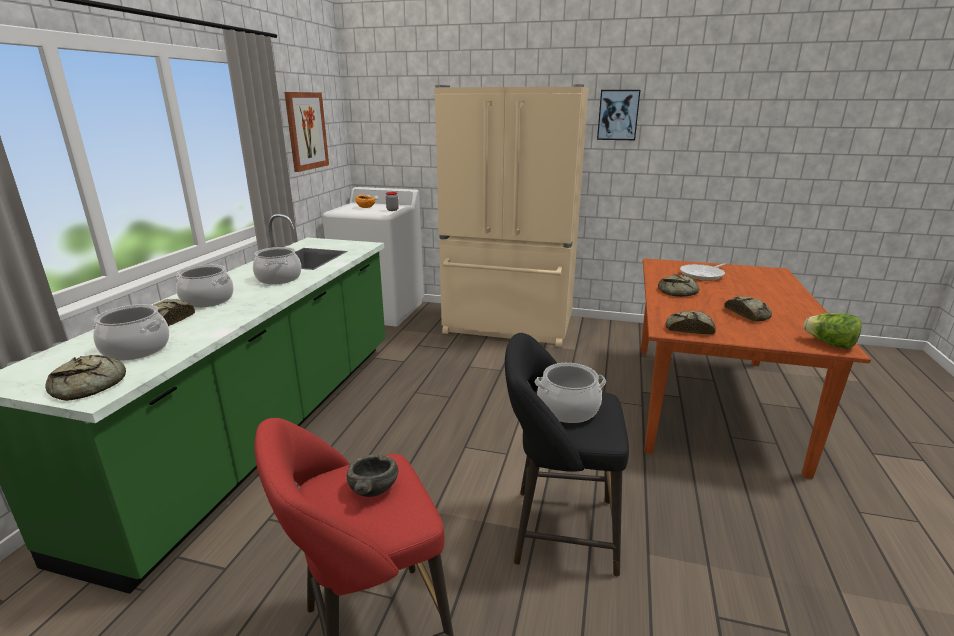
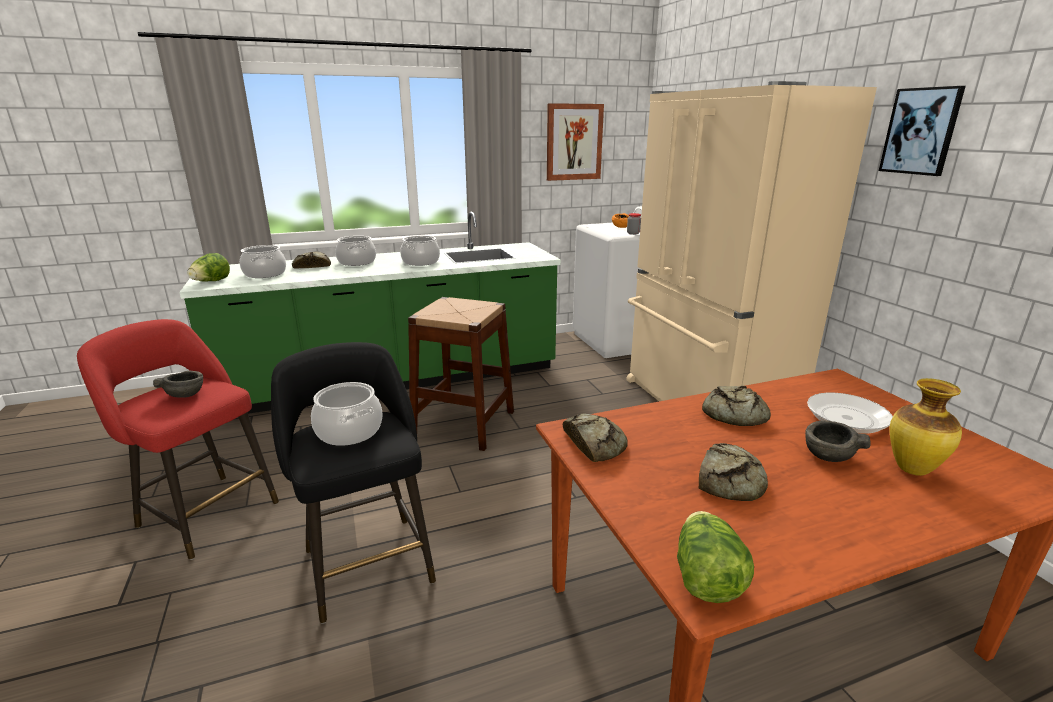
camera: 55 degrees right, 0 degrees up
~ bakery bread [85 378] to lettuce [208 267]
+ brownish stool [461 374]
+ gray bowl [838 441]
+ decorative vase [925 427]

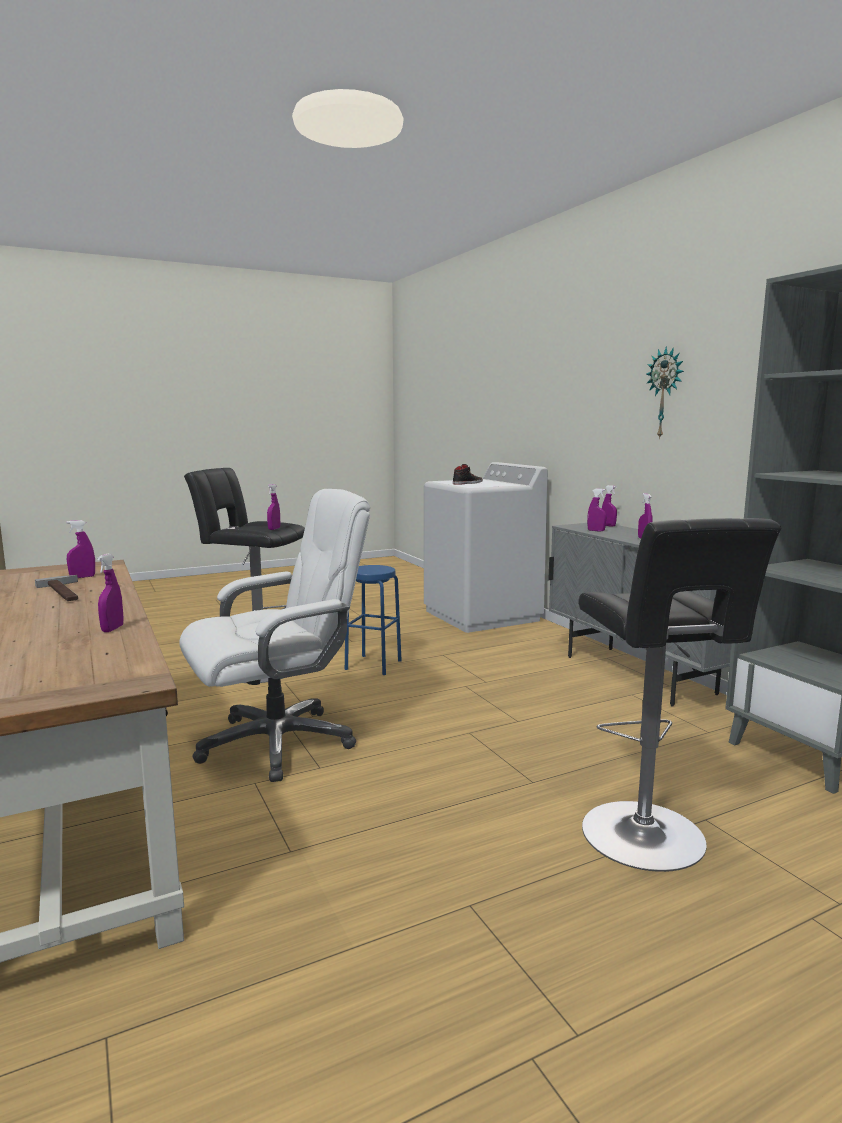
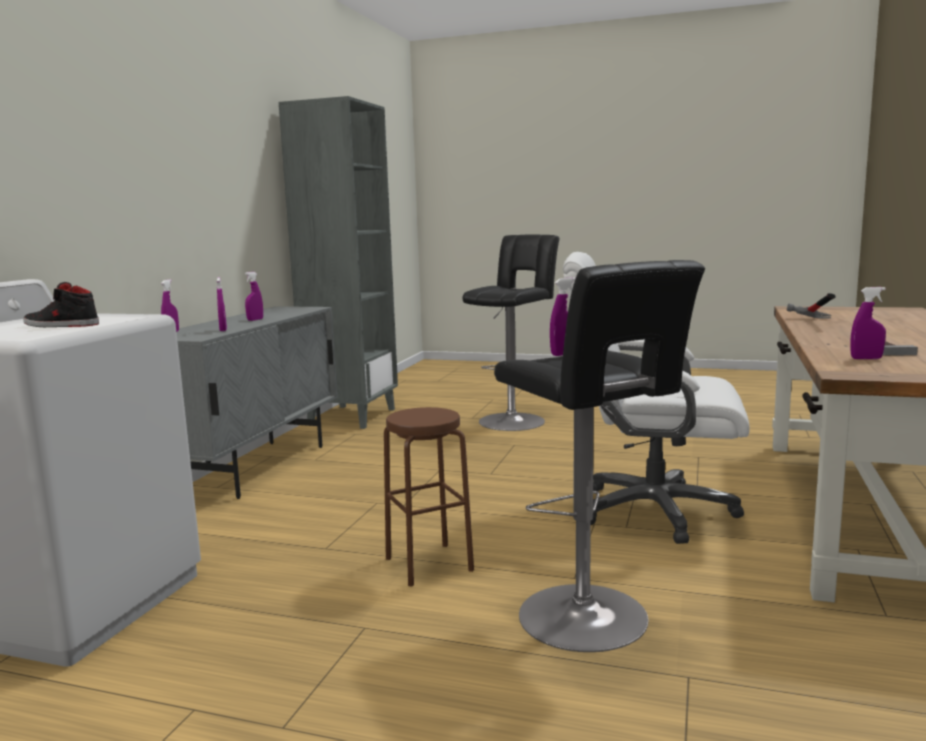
camera: 135 degrees left, 0 degrees up
~ blue-coloured stool [373 620] to brownish stool [429 497]
~ purple hand sprayer [110 593] to hammer [811 306]
- hanging clock [665 393]

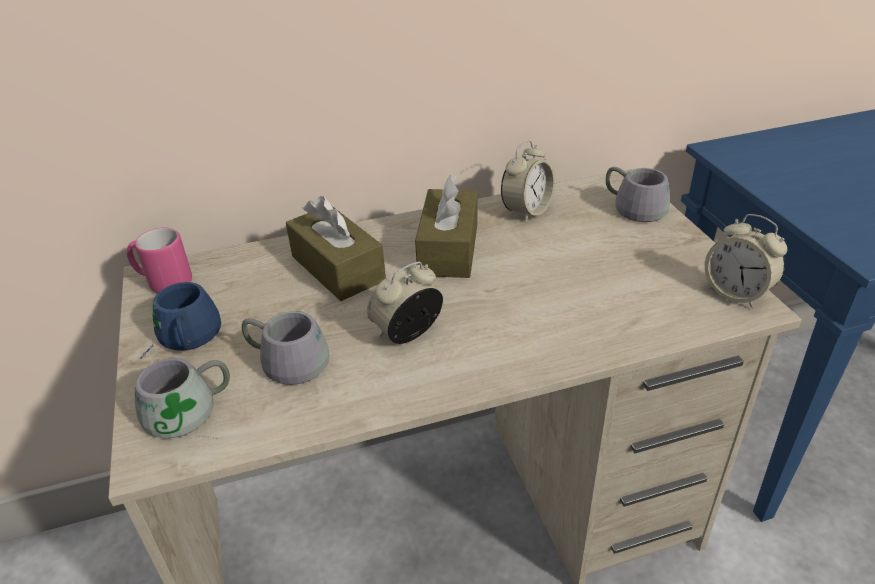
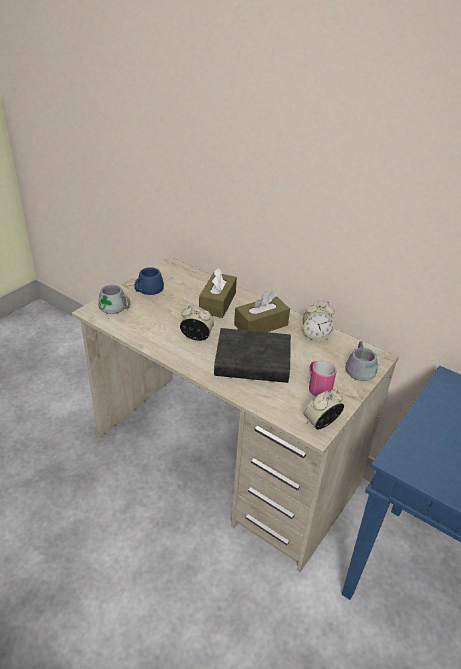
camera: 50 degrees right, 0 degrees up
+ blackish bound book [252 355]
~ alarm clock [746 261] = [324 409] 45 degrees clockwise
~ pinkish tea mug [159 260] to [323 378]
- gray tea mug [285 348]

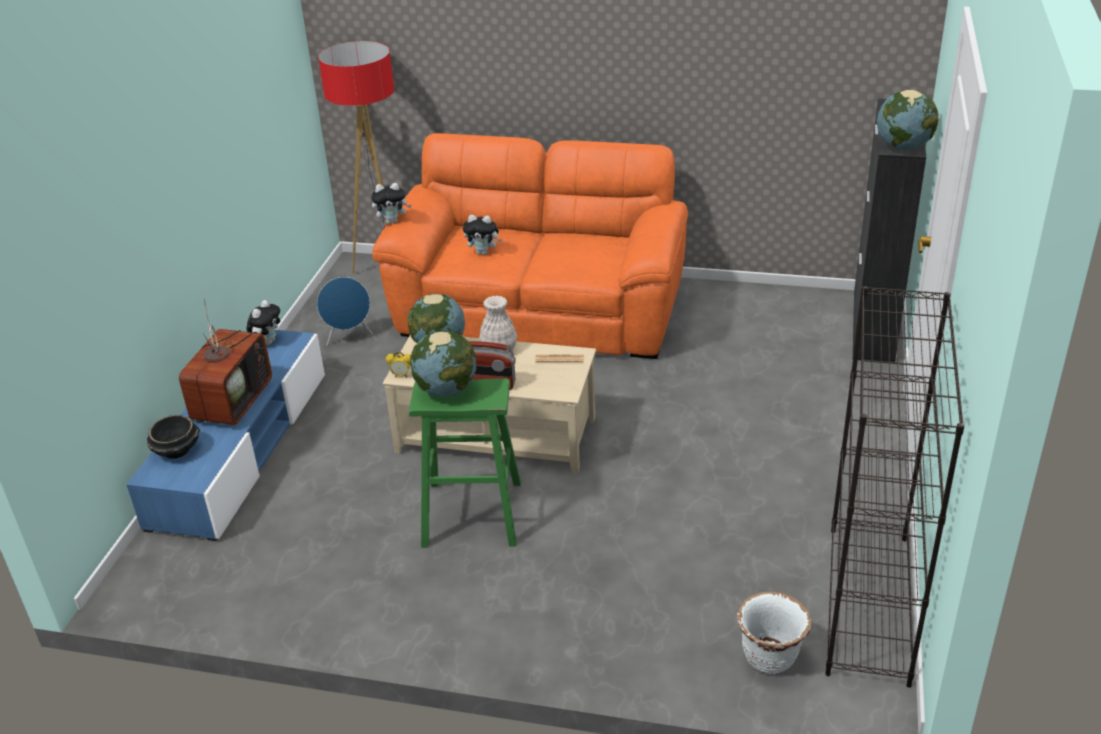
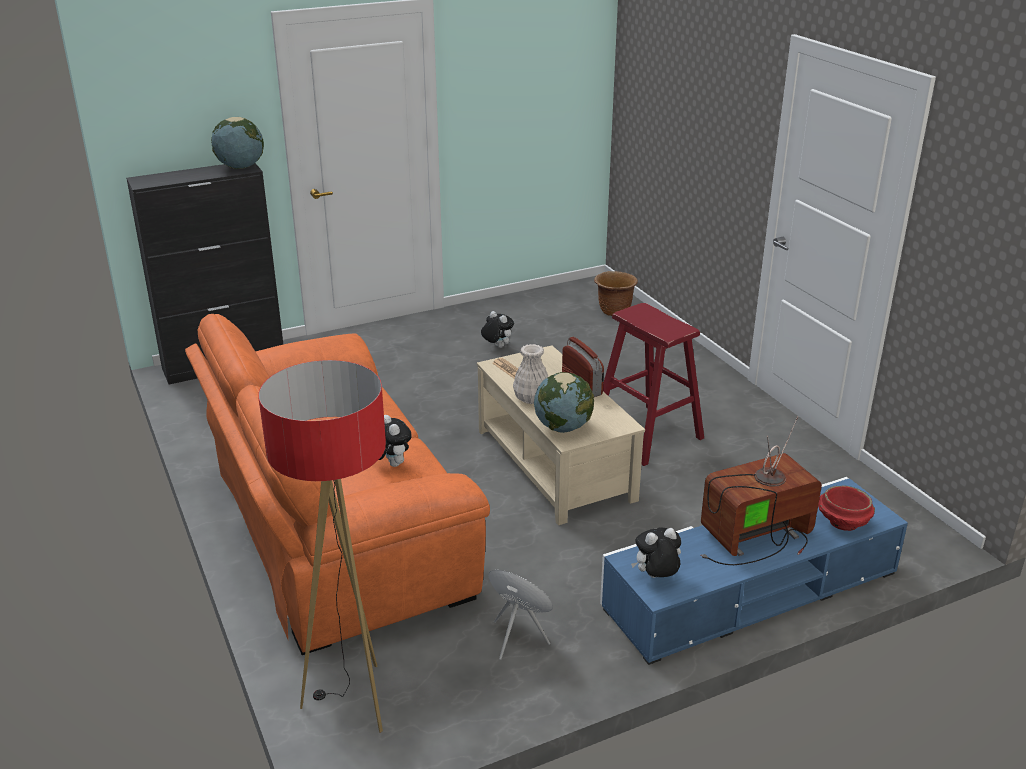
camera: 130 degrees left, 5 degrees down
~ soft toy [391 203] to [497 329]
~ white-coloured flower pot [774 632] to brownish flower pot [616 293]
~ greenish stool [465 463] to red stool [653 384]
~ blackish bowl [173 437] to red bowl [846 508]
- alarm clock [398 364]
- world globe [443 364]
- blackish bookcase [895 487]

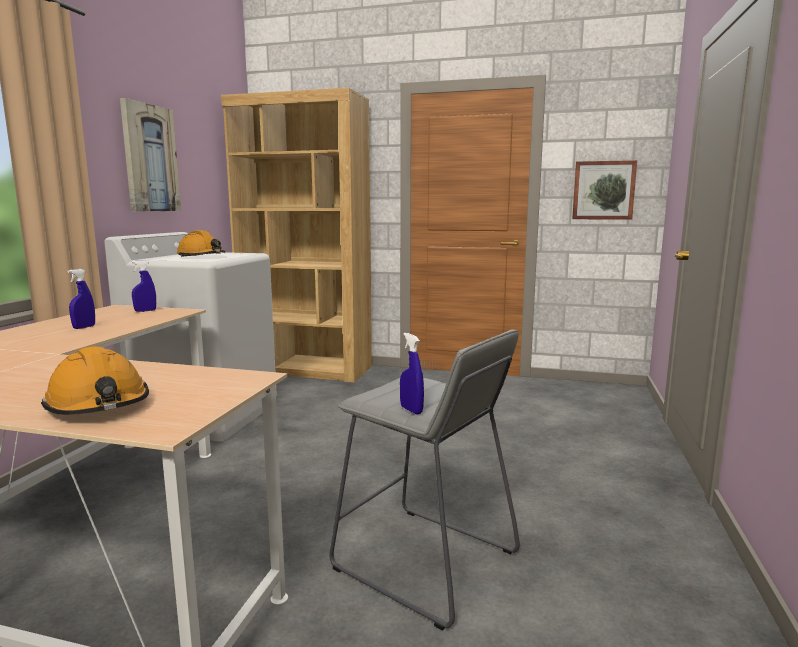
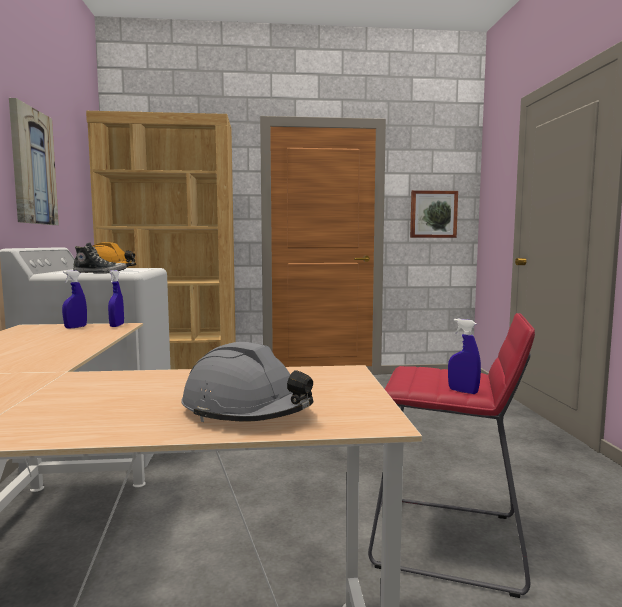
camera: 20 degrees left, 5 degrees down
+ low shoe [100 257]
~ blue-coloured hand sprayer [81 299] to [116 298]
~ orange work helmet [95 380] to gray work helmet [247 382]
~ gray stool [424 479] to red stool [451 455]

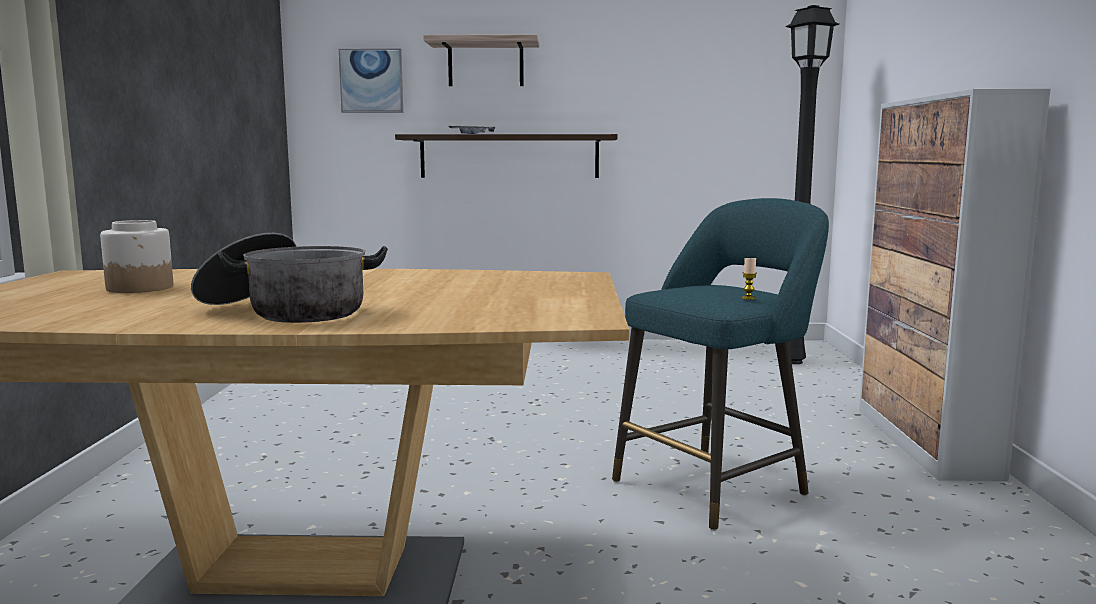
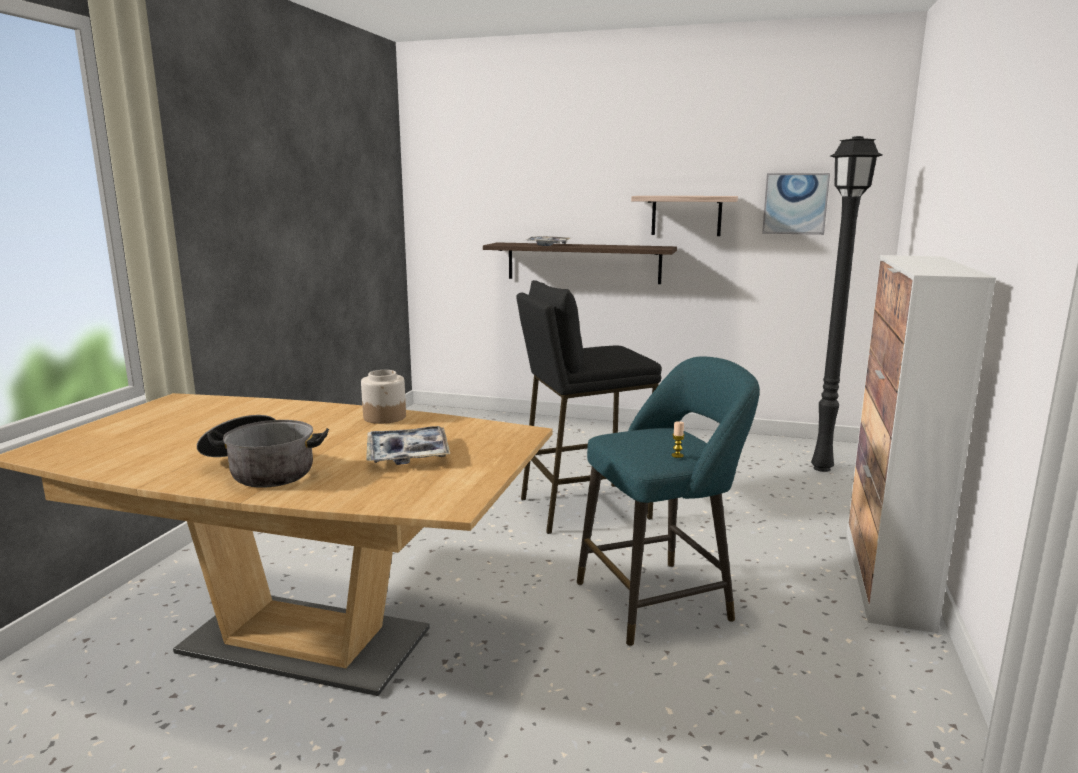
camera: 15 degrees right, 5 degrees up
~ storage jar [136 256] to [383 397]
+ carrying tray [408 445]
+ blackish stool [589 407]
~ wall shelf [481 60] to [684 216]
~ picture [371 80] to [796 204]

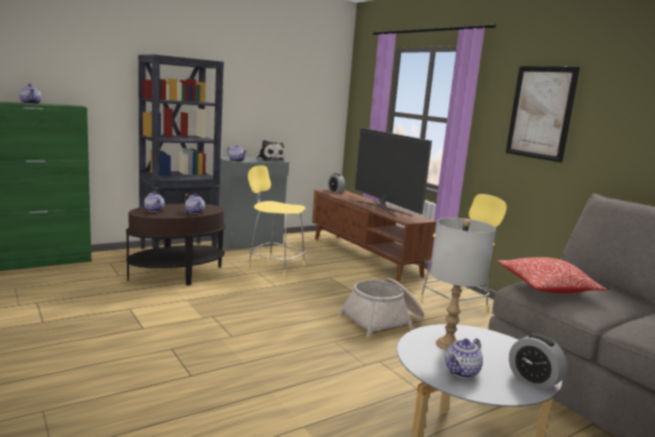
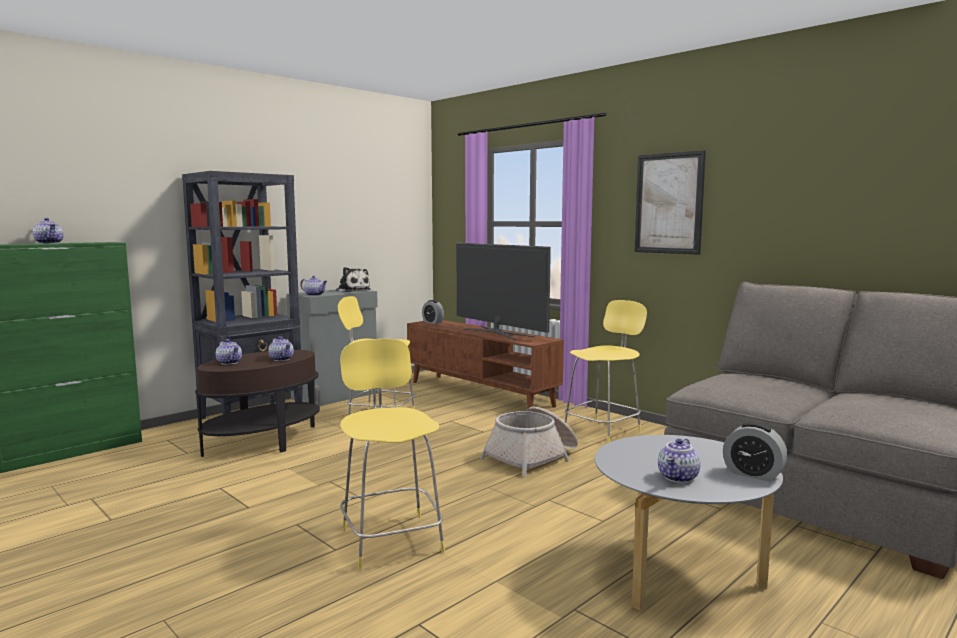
camera: 10 degrees left, 5 degrees down
+ yellow-coloured stool [392 454]
- gray table lamp [463 283]
- cushion [552 275]

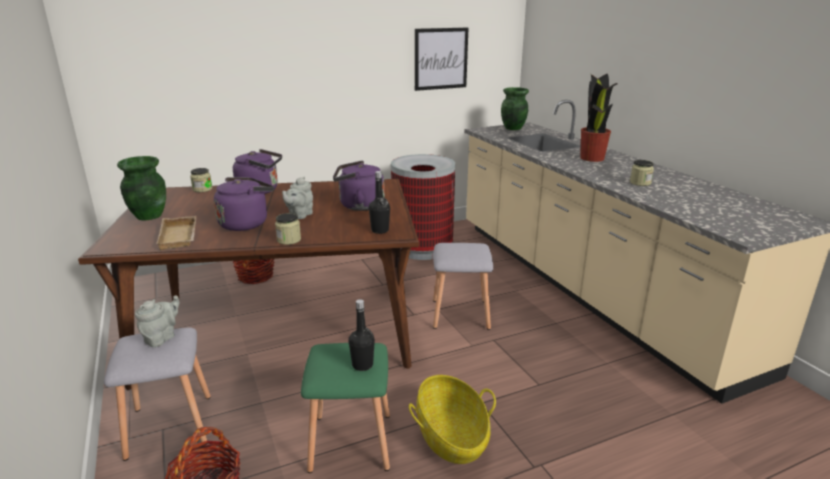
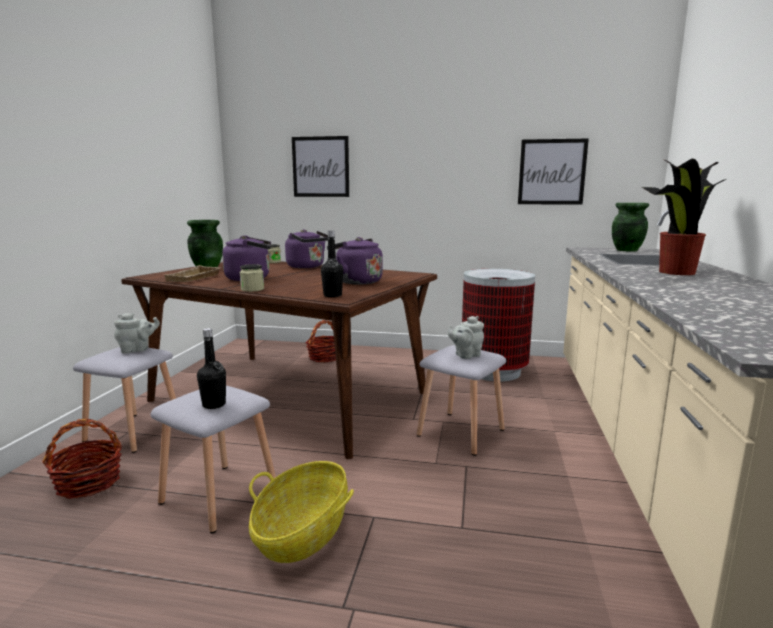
camera: 35 degrees right, 10 degrees down
~ greenish stool [345 408] to gray stool [213 459]
+ picture [320 166]
~ gray tea pot [297 198] to [466 337]
- storage jar [642 173]

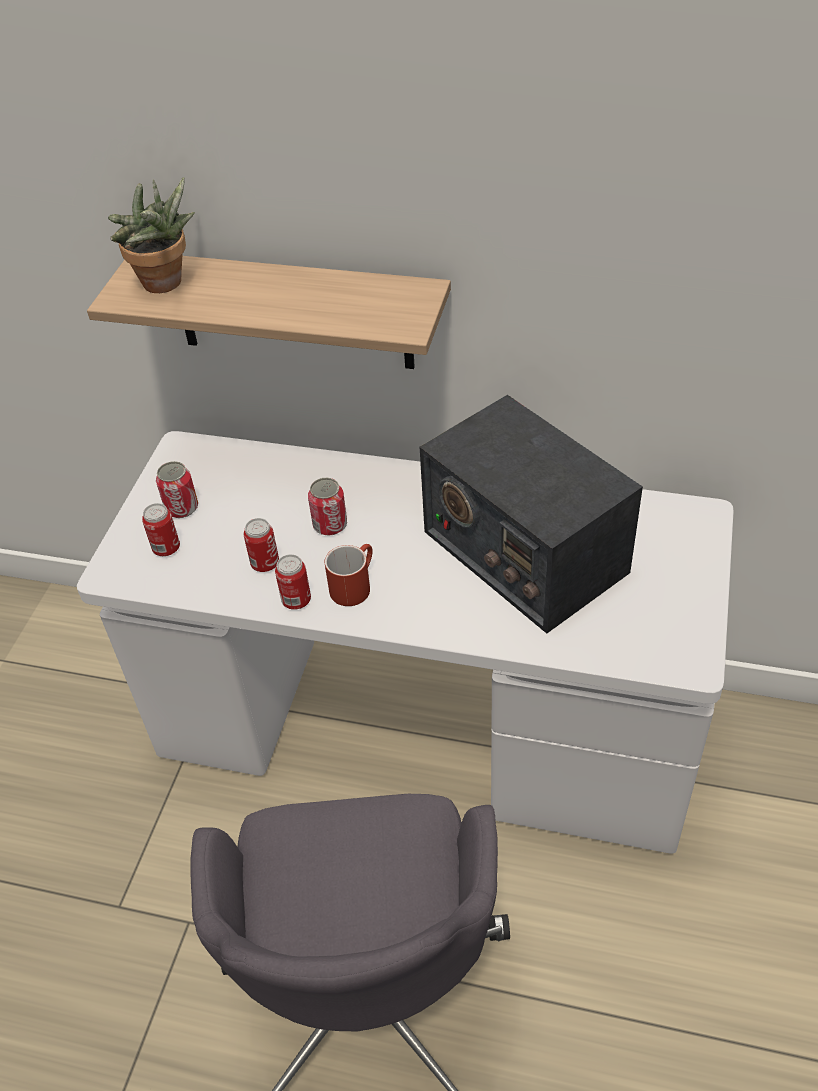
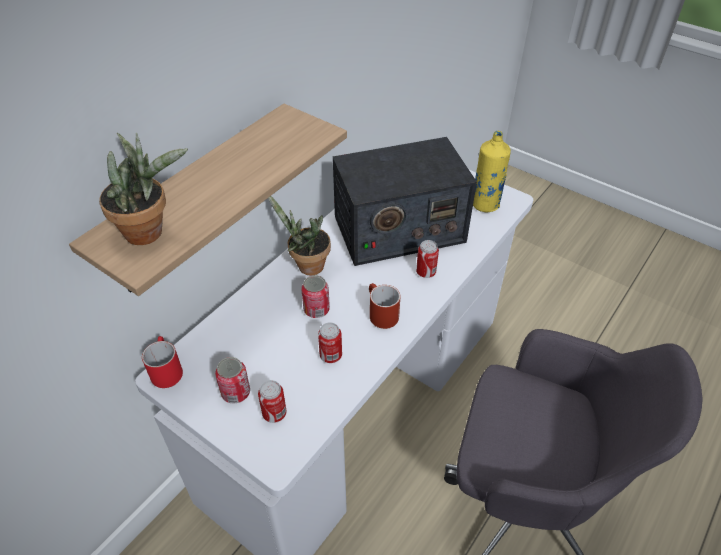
camera: 70 degrees left, 0 degrees up
+ red tea mug [162 362]
+ houseplant [299 236]
~ can [293 582] to [427 259]
+ yellow-coloured drink bottle [492 171]

